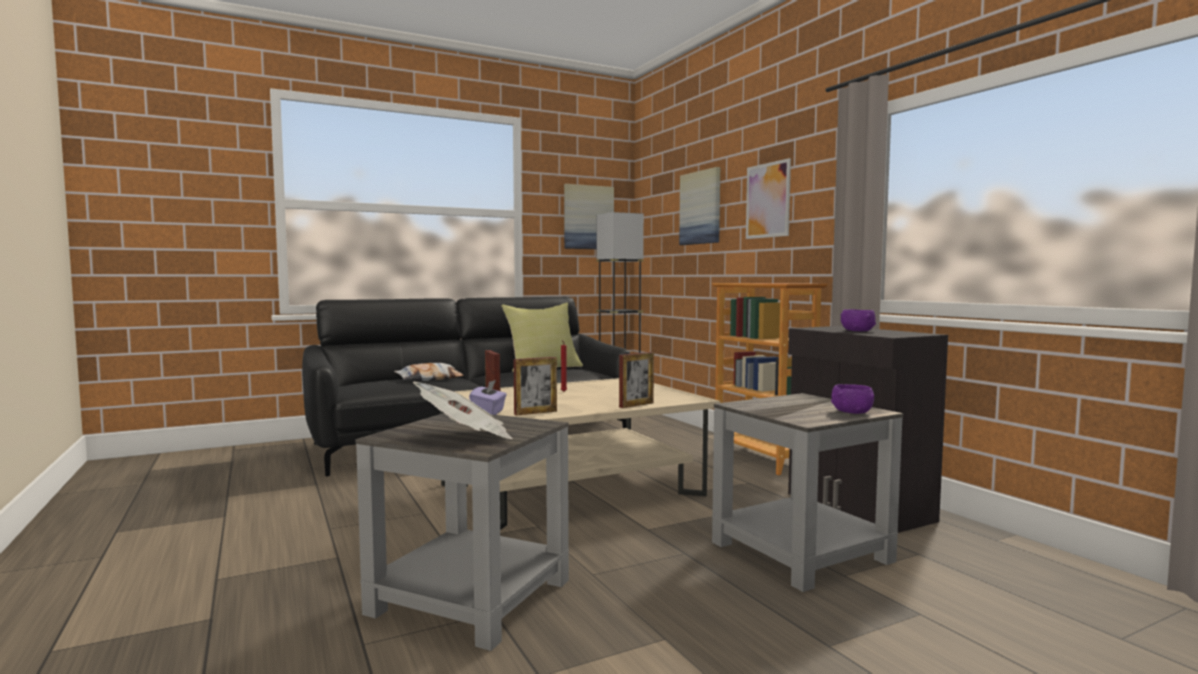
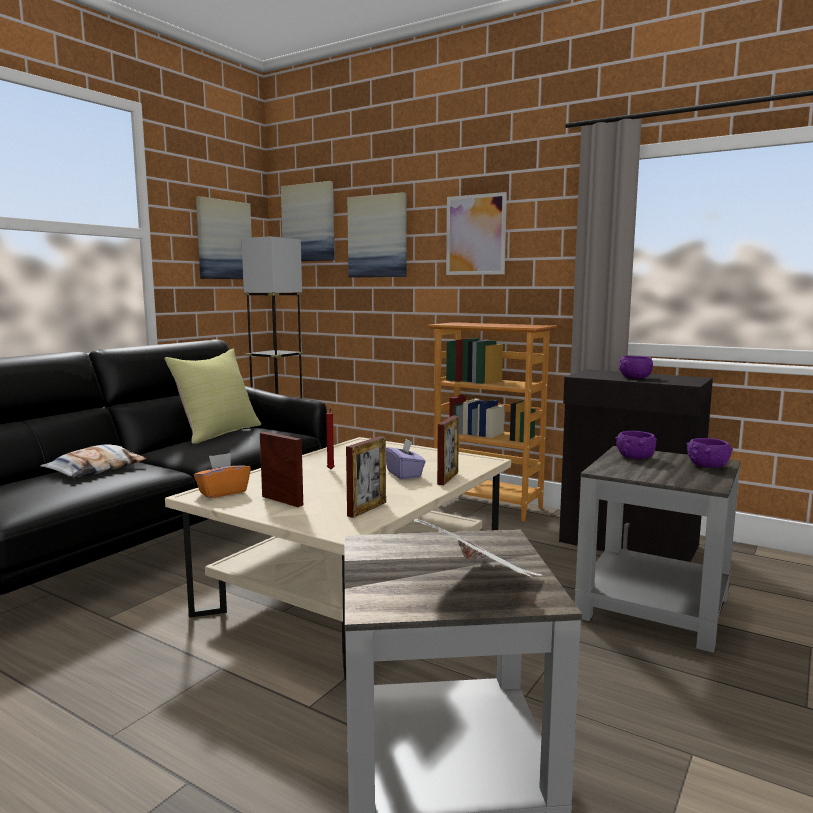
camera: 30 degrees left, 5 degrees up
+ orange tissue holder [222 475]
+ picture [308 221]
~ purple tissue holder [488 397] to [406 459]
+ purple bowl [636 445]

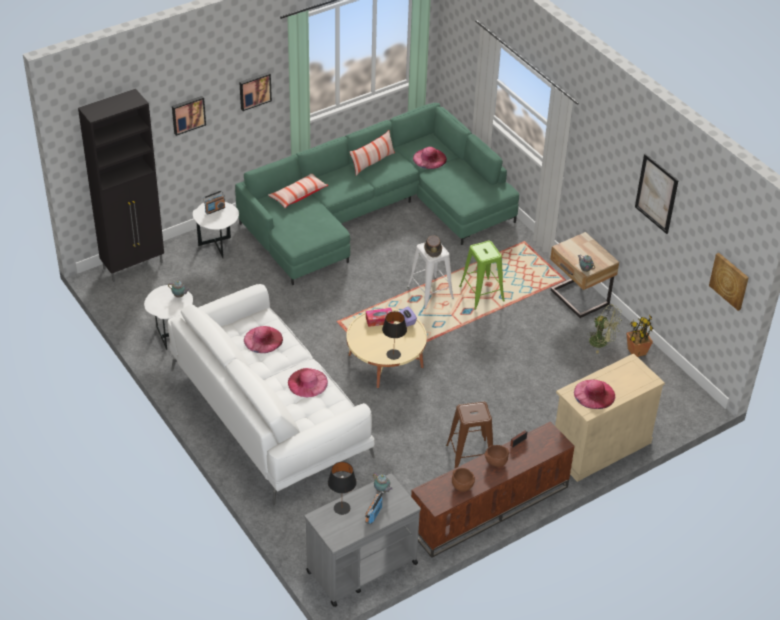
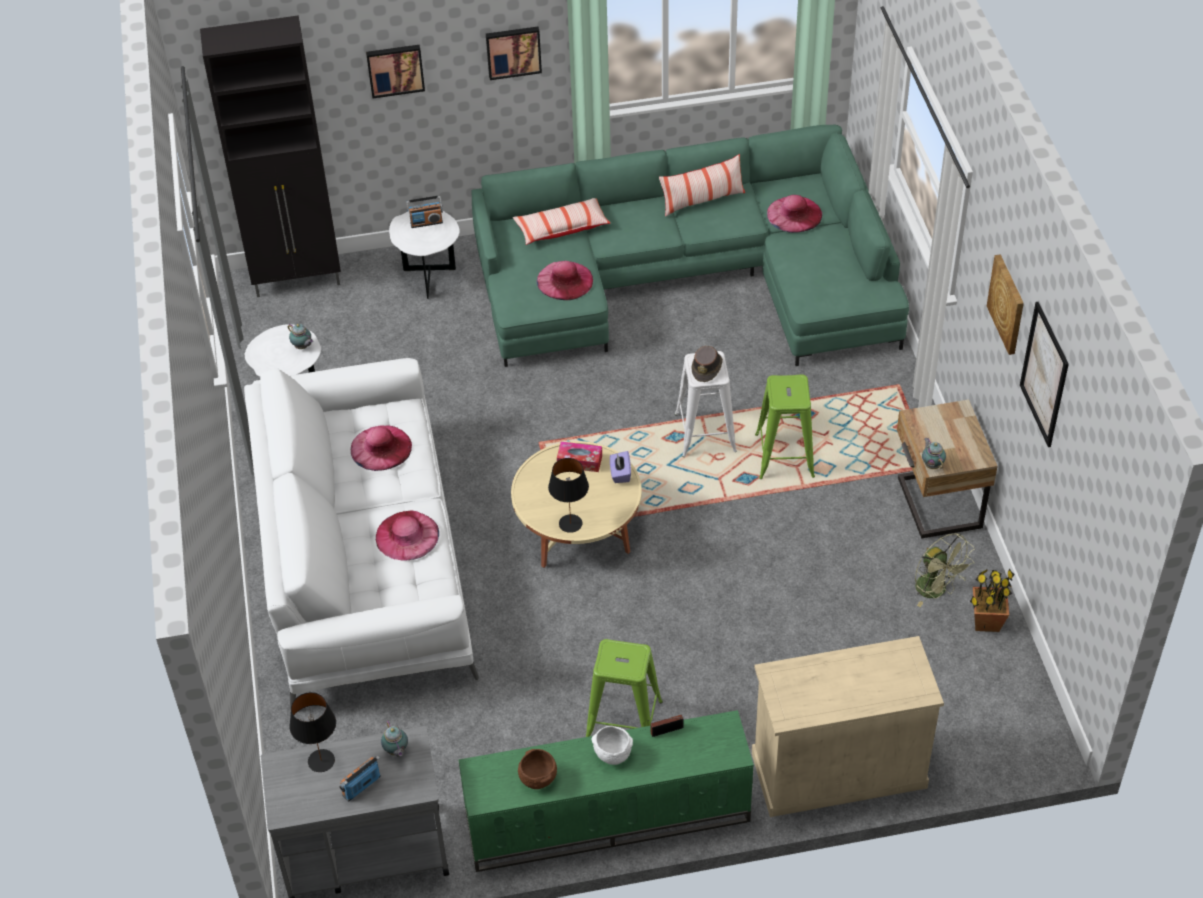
camera: 25 degrees right, 5 degrees up
~ brownish tv stand [493 489] to greenish tv stand [606 791]
~ pinkish hat [594 394] to [565 280]
~ brownish stool [469 435] to greenish stool [624 688]
~ brownish bowl [496 456] to white-coloured bowl [612 745]
~ picture [729 282] to [1005 304]

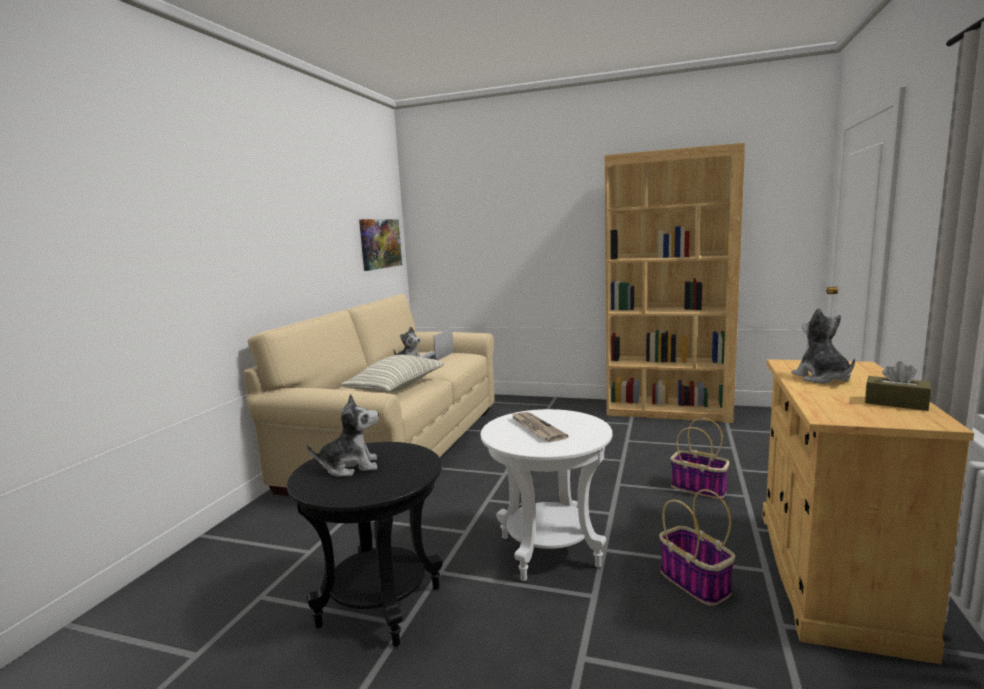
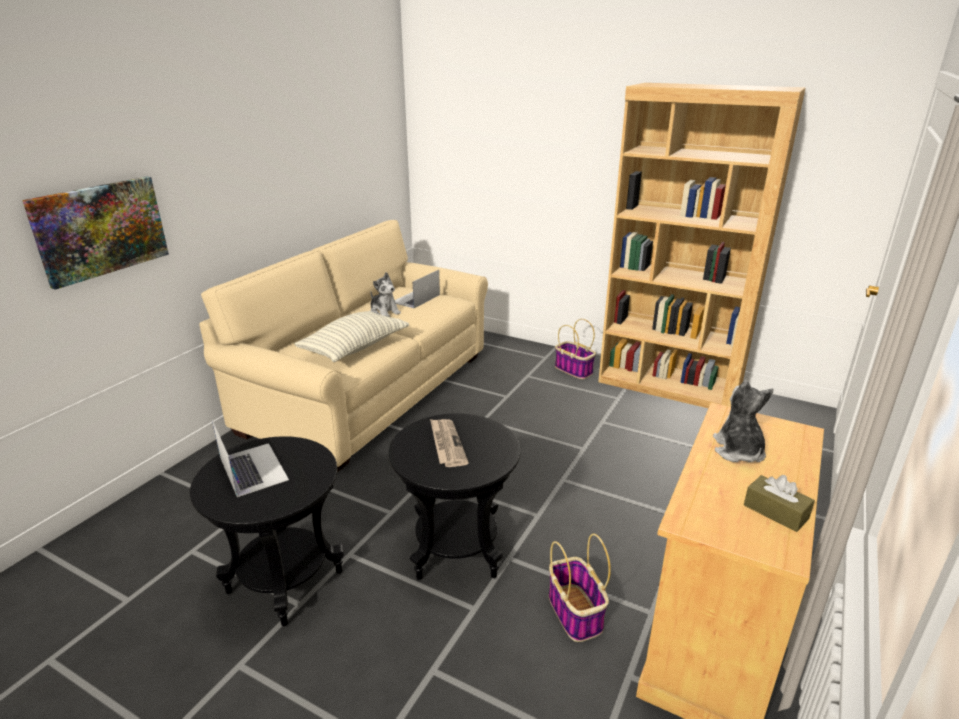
camera: 10 degrees right, 15 degrees up
~ picture [380 245] to [95 233]
~ soft toy [343 435] to laptop [250 458]
~ white-coloured accent table [546 495] to blackish accent table [454 496]
~ storage basket [699 458] to [575 349]

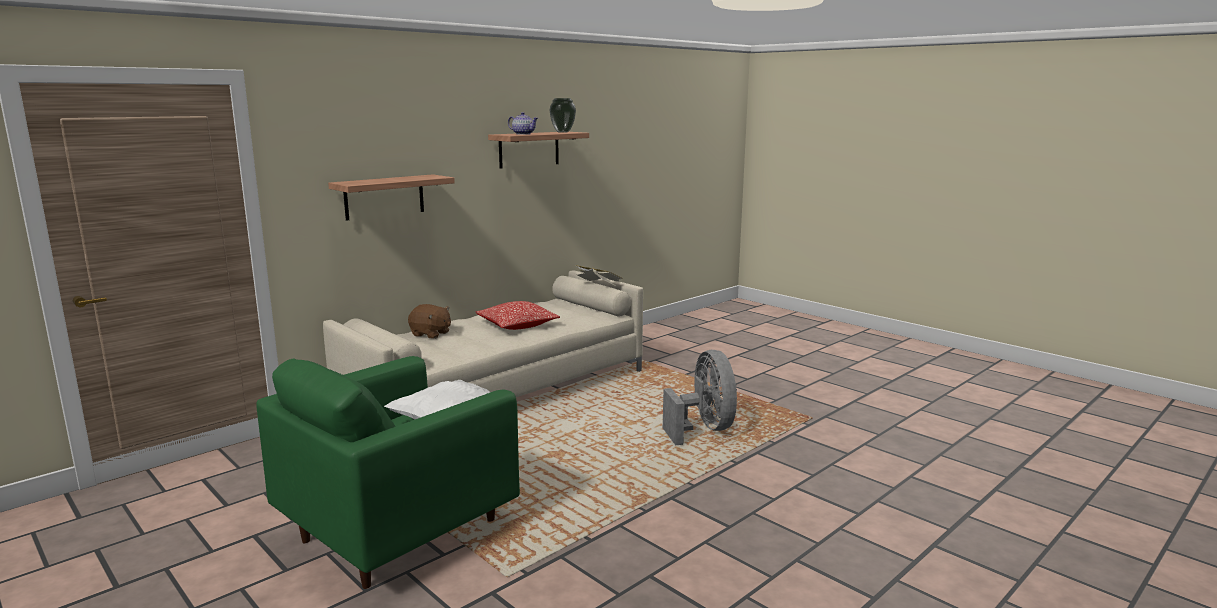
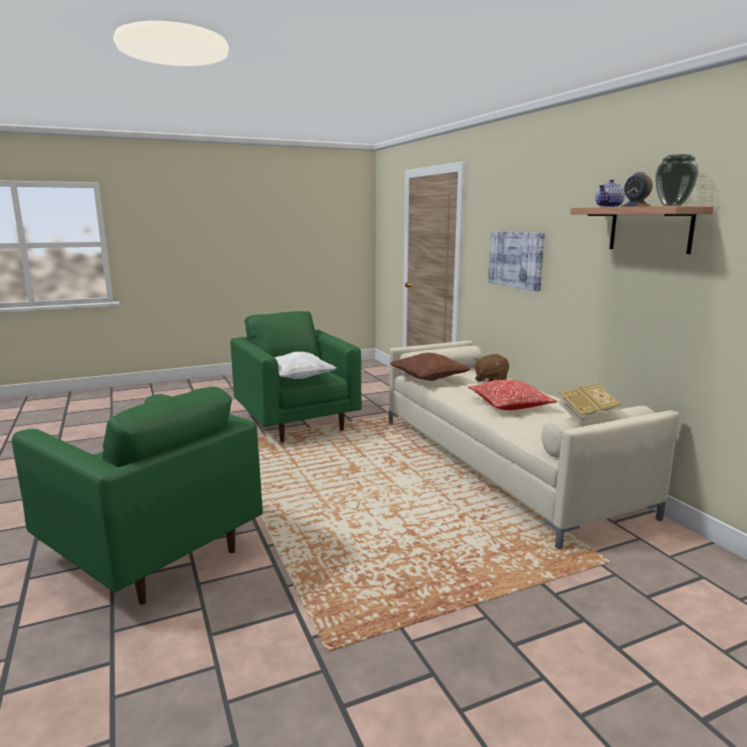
camera: 110 degrees right, 0 degrees up
+ greenish easy chair [137 496]
+ brownish cushion [429 367]
~ wall shelf [391 197] to picture [516 261]
+ alarm clock [636 189]
- gray electric fan [700 397]

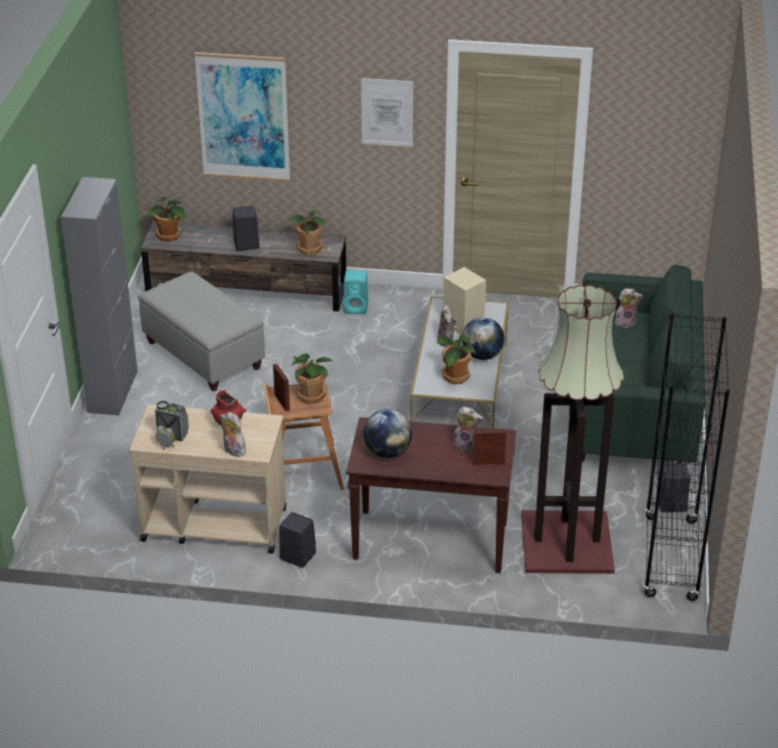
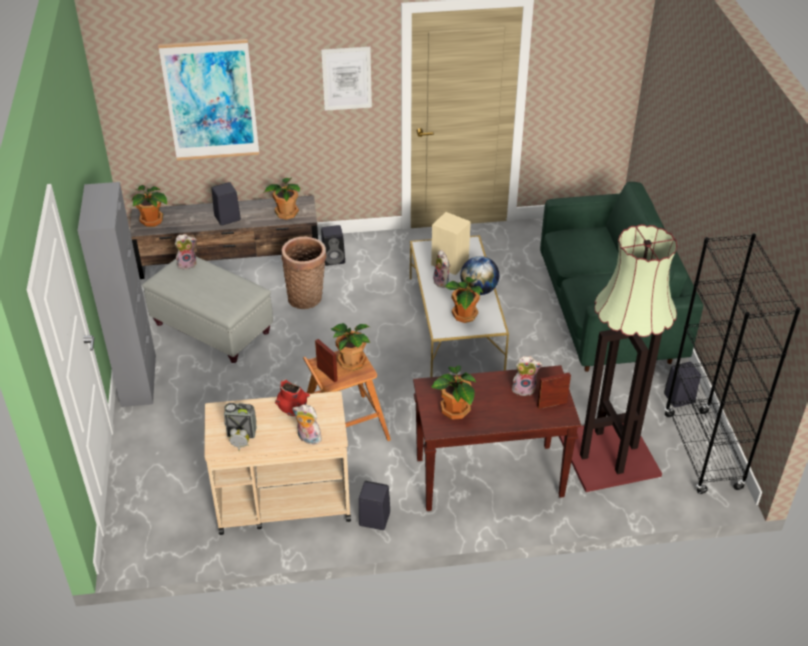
camera: 15 degrees left, 5 degrees up
~ soft toy [629 308] to [186 252]
+ storage basket [304 273]
~ blue-green speaker [356 292] to blackish speaker [333 245]
~ world globe [388 433] to houseplant [453 392]

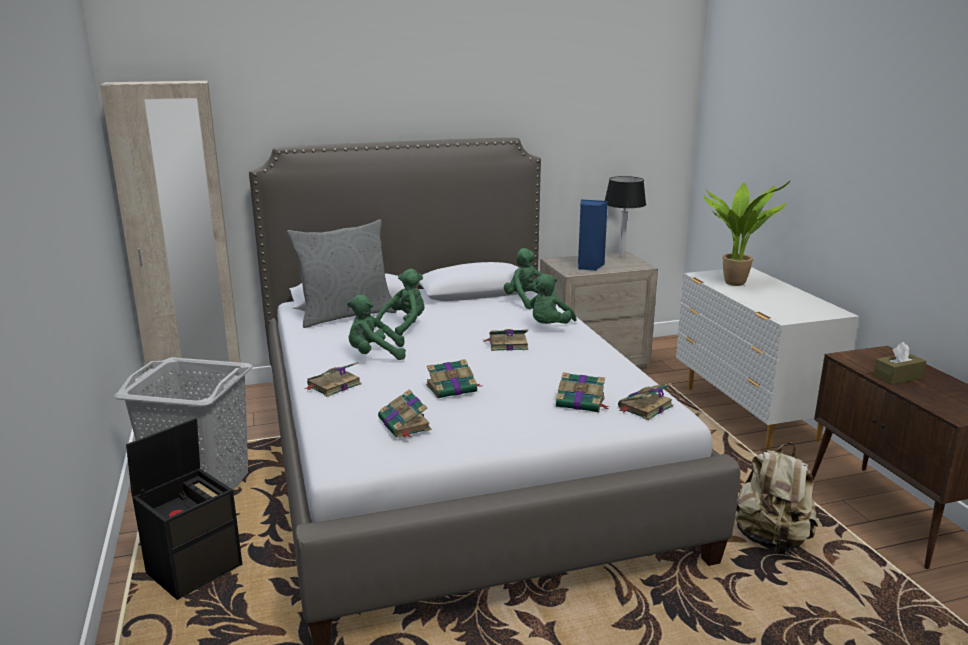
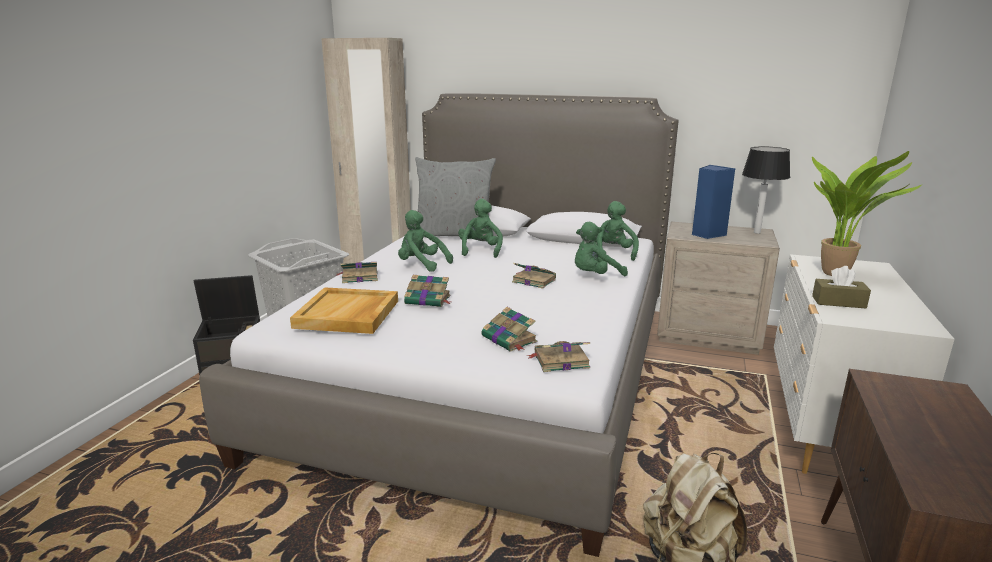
camera: 35 degrees right, 0 degrees up
~ bound book [405 413] to beige-coloured carrying tray [344 310]
~ greenish soft toy [399 302] = [480 228] 75 degrees counterclockwise
~ brownish tissue holder [900 363] to [841 287]

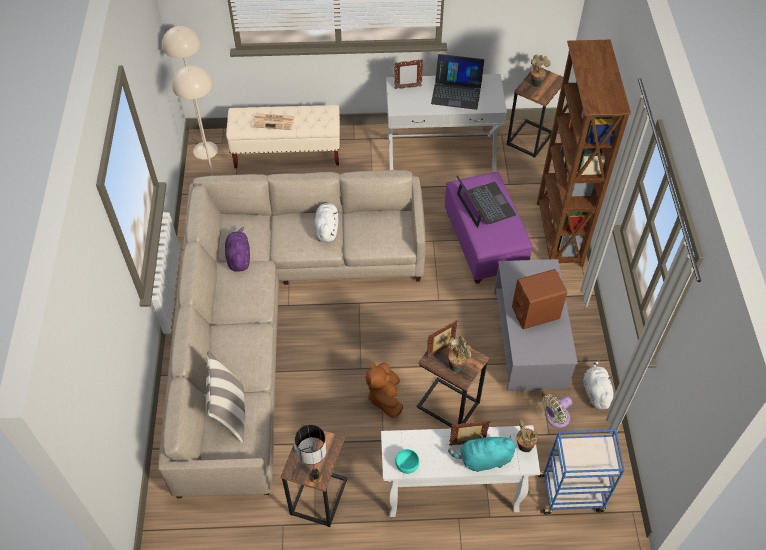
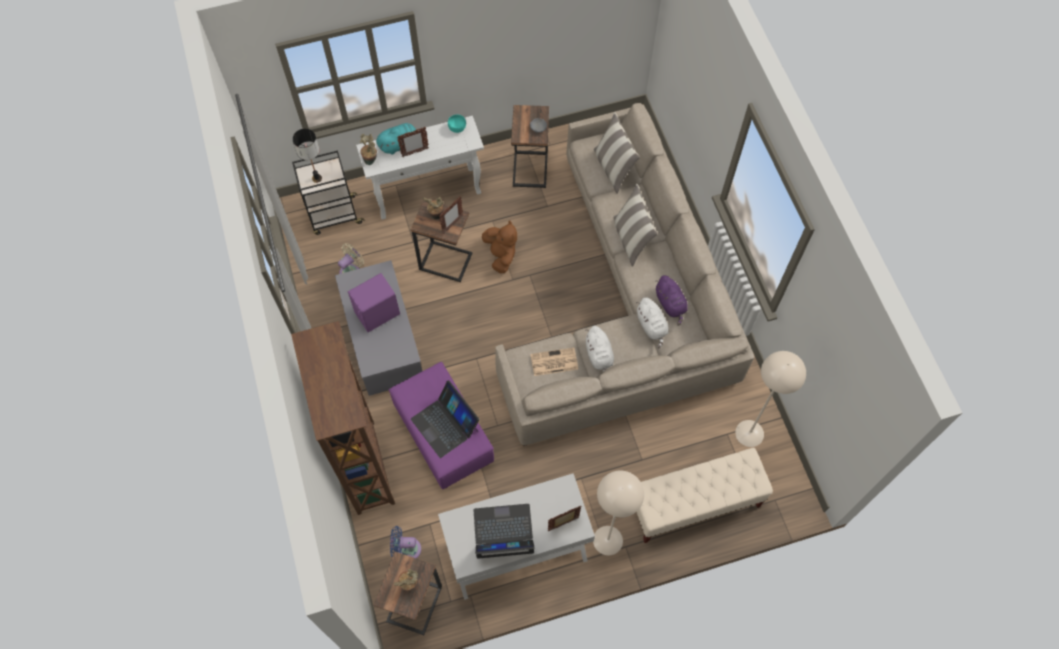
camera: 165 degrees right, 10 degrees up
~ table lamp [311 454] to [307 156]
~ blue-coloured wheeled cart [579 471] to blackish wheeled cart [328 193]
~ brownish speaker [539 299] to purple speaker [374 302]
+ blue-coloured electric fan [405 542]
~ daily paper [273 121] to [554 362]
~ beige-coloured standard lamp [190 93] to [618 512]
+ cushion [635 225]
~ white-coloured soft toy [598 385] to [652 322]

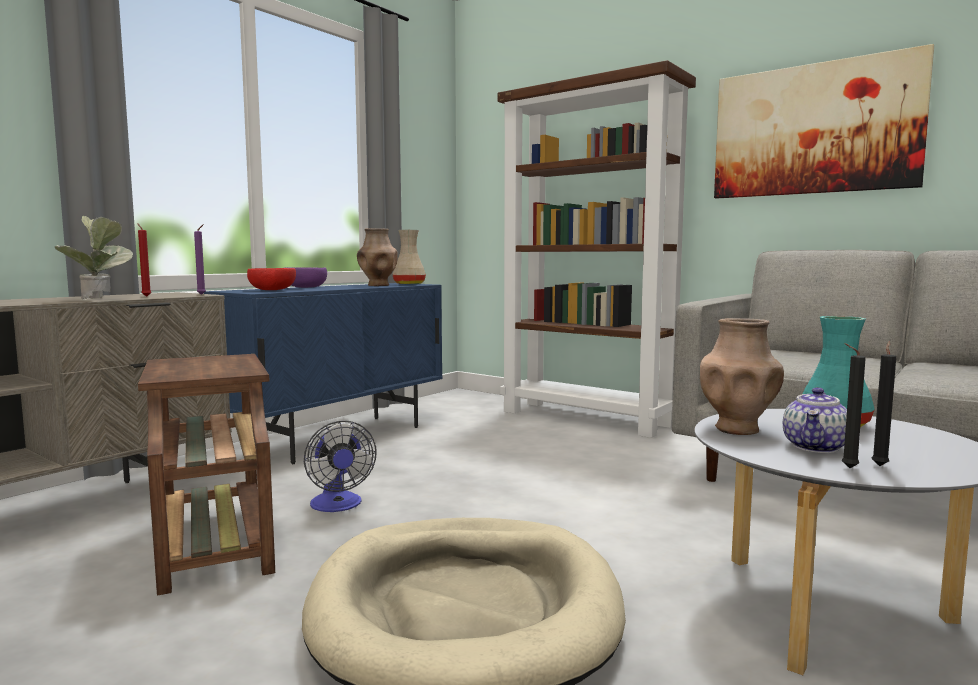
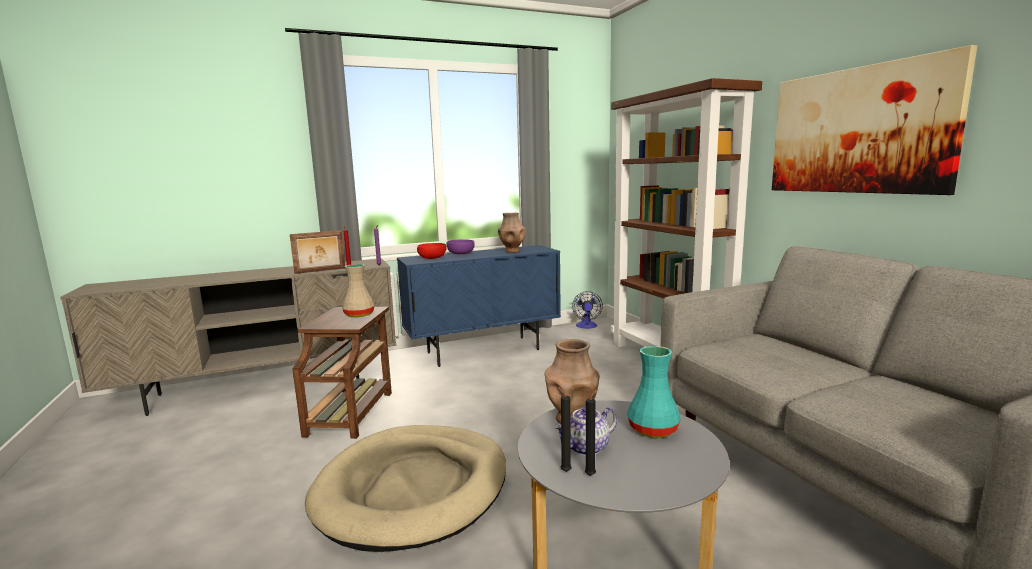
camera: 30 degrees right, 5 degrees up
~ houseplant [94 257] to picture frame [317 252]
~ beige-coloured decorative vase [409 257] to [358 290]
~ electric fan [340 466] to [587 310]

